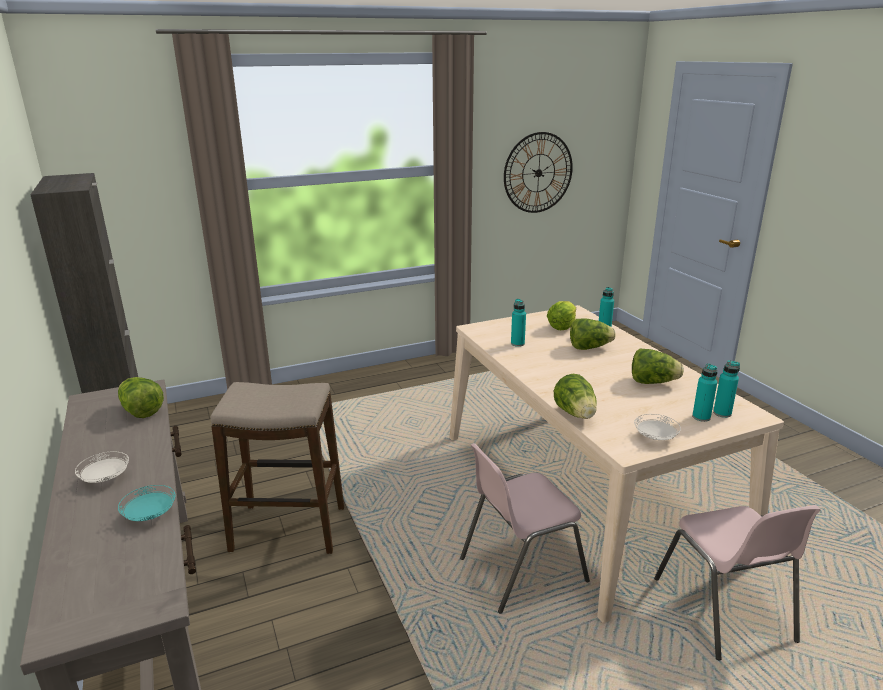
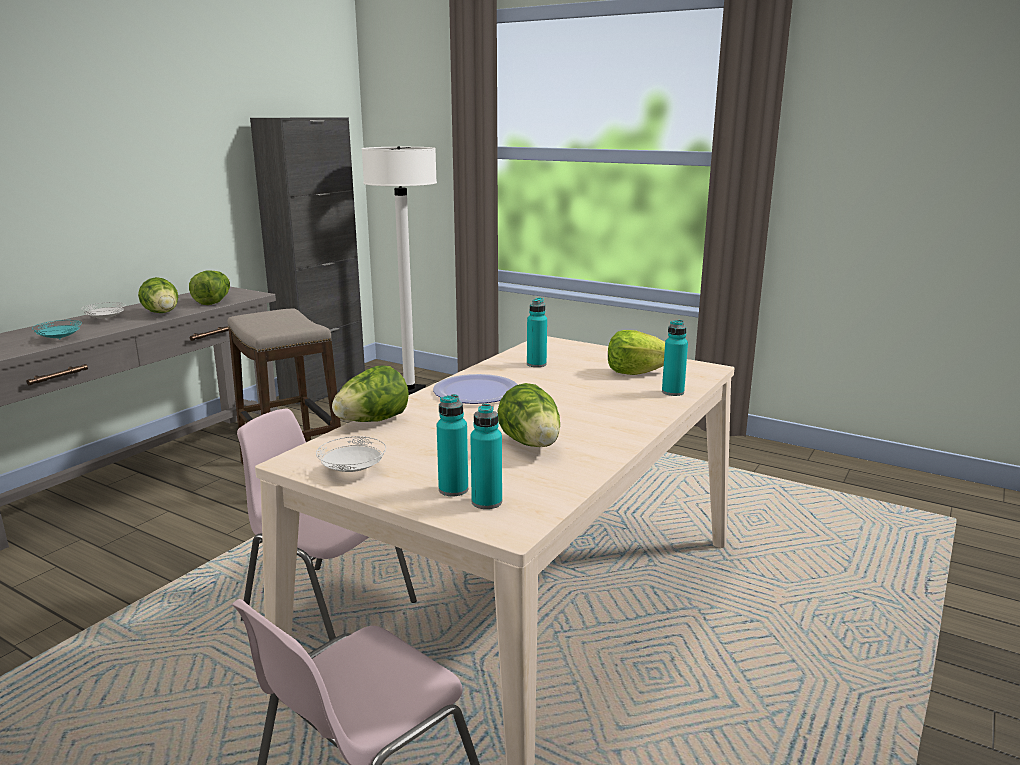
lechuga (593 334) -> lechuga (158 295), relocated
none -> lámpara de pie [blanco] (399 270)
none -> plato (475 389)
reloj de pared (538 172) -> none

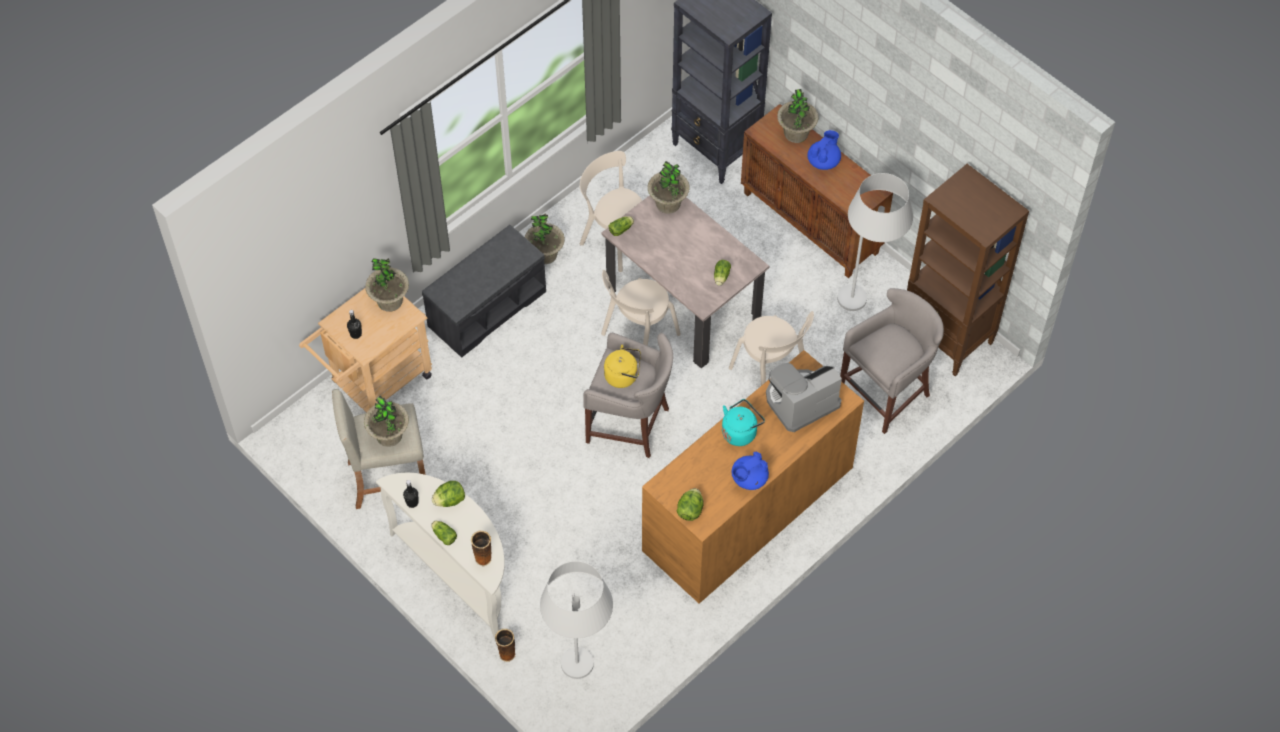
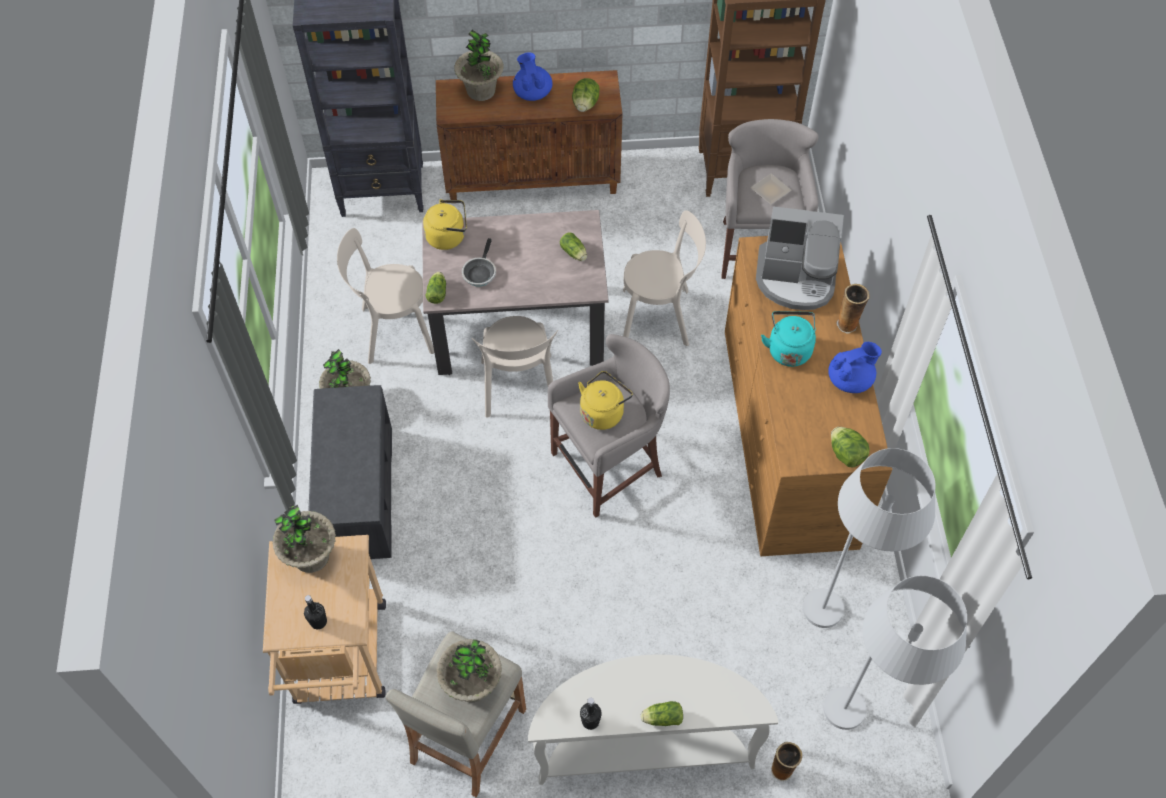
planta en maceta (669 187) -> hervidor [amarillo] (445 224)
none -> sartén (479 262)
lechuga (448 494) -> lechuga (586 95), relocated
none -> plato (771 189)
cafetera (804 397) -> cafetera (800 258), 90 degrees counterclockwise
lámpara de pie [blanco] (875 242) -> lámpara de pie [blanco] (869 538), relocated
tetera [azul] (750 471) -> tetera [azul] (855 367), 120 degrees counterclockwise
florero (481 548) -> florero (853 308), relocated

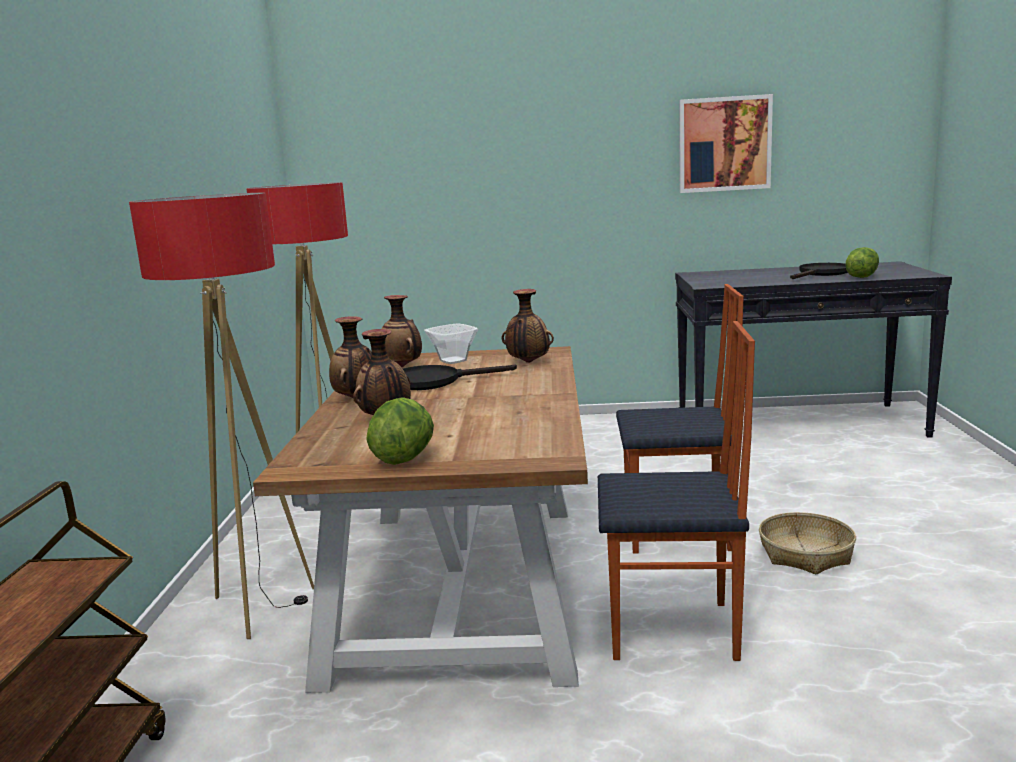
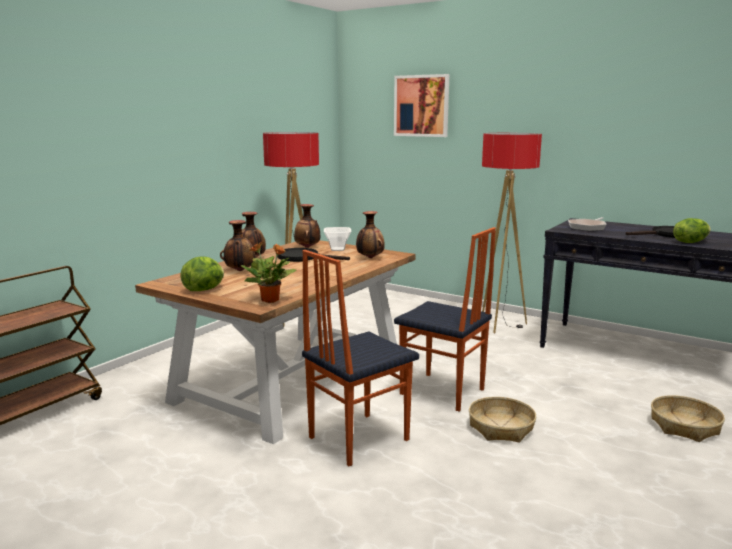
none -> planta en maceta (268 272)
silla (676 491) -> silla (360 358), 105 degrees clockwise
cuadro (726 143) -> cuadro (422 105), relocated
lámpara de pie (221 416) -> lámpara de pie (512 233), relocated
none -> sartén (587 224)
none -> cesta (688 418)

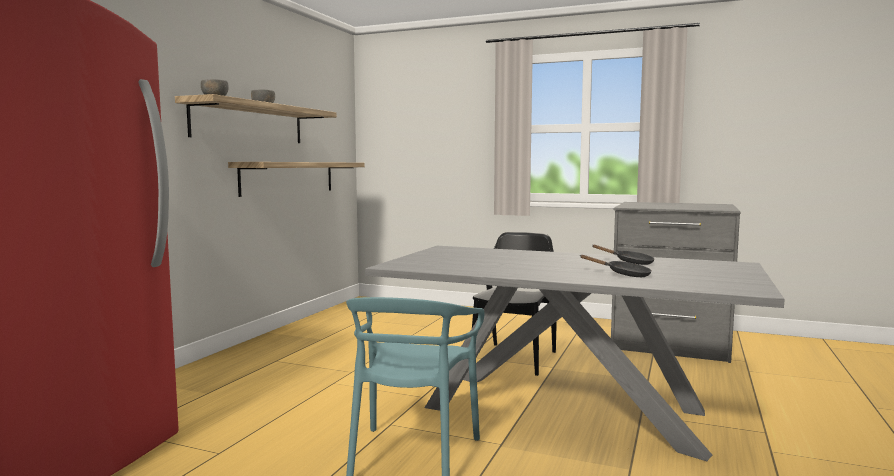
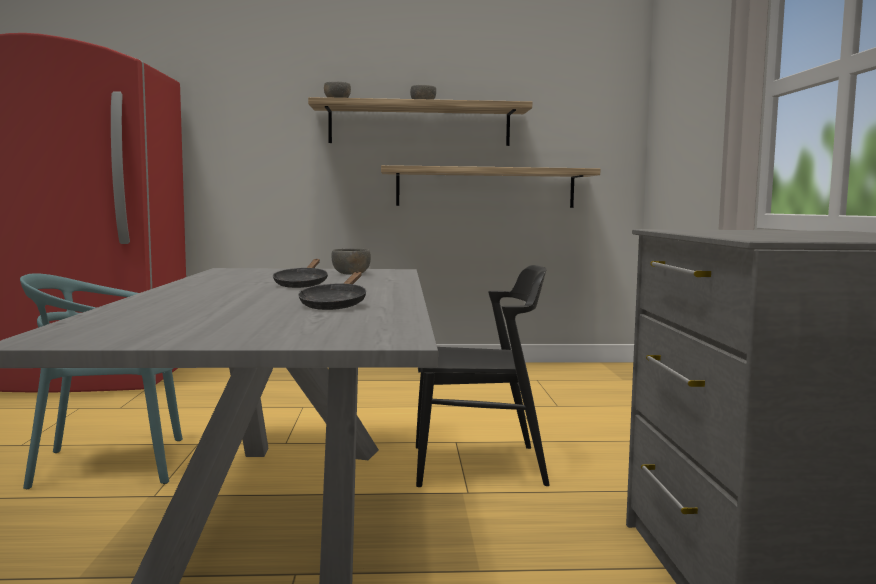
sartén [negro] (616 266) -> sartén [negro] (300 273), relocated
none -> cuenco [gris] (351 261)

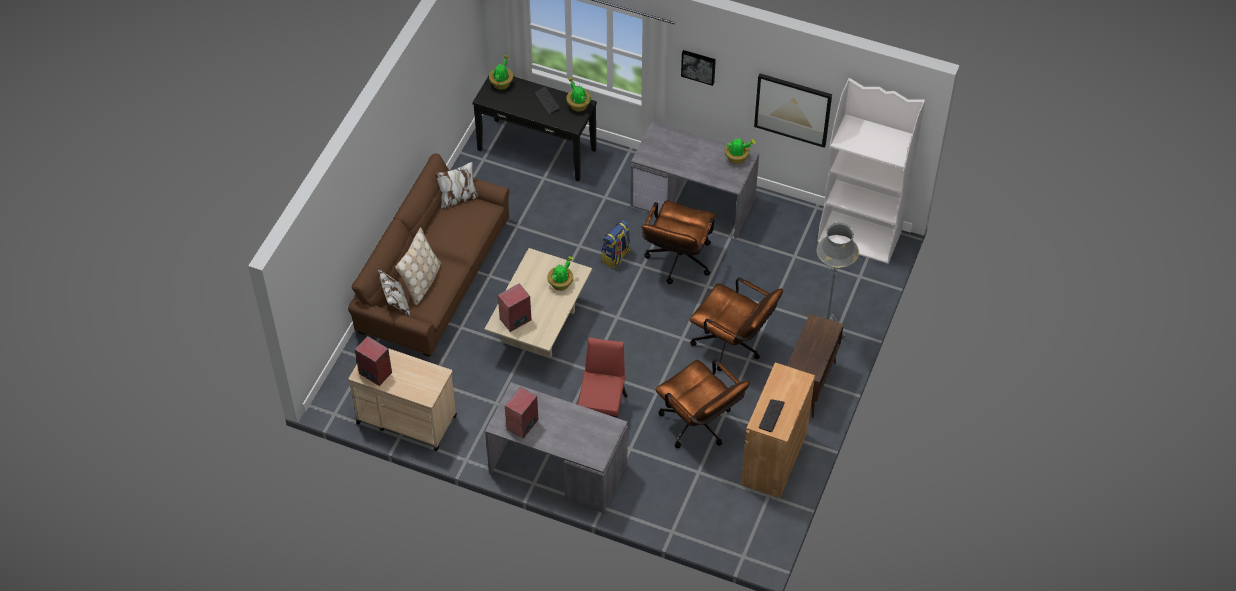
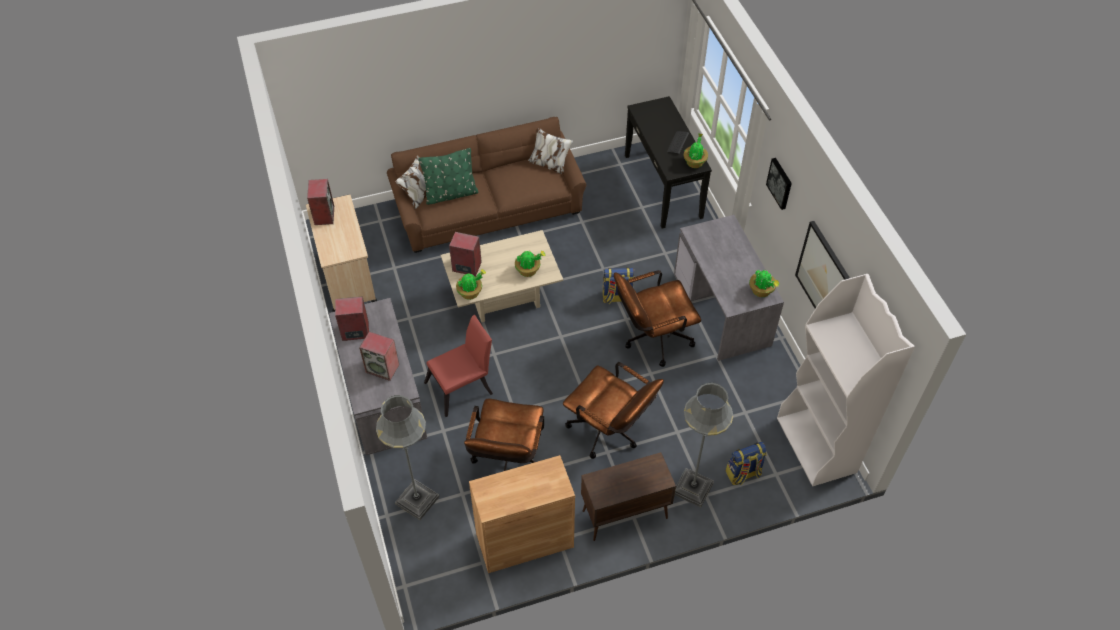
none -> altavoz (379 356)
none -> lámpara de pie [gris] (407 457)
cojín [beis] (418 266) -> cojín [verde] (448 176)
planta en maceta (501 72) -> planta en maceta (471 284), relocated
silla de oficina [marrón] (736 324) -> silla de oficina [marrón] (613 410), 45 degrees counterclockwise
none -> mochila (746 463)
teclado (772 415) -> none

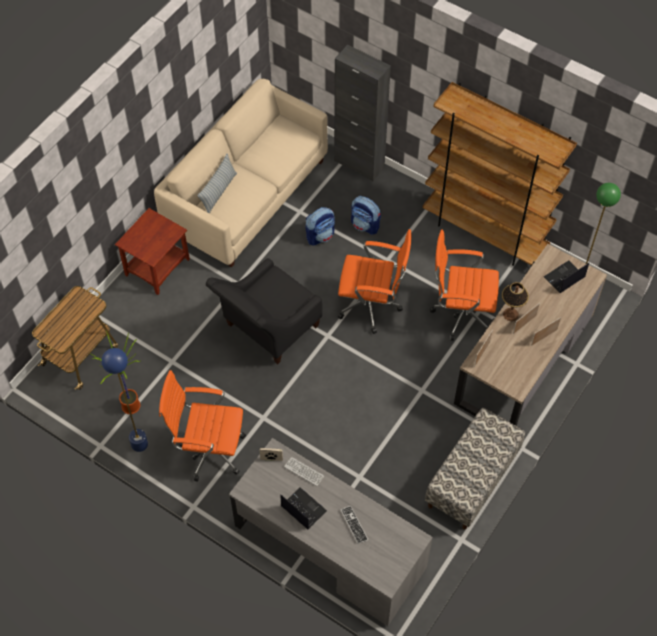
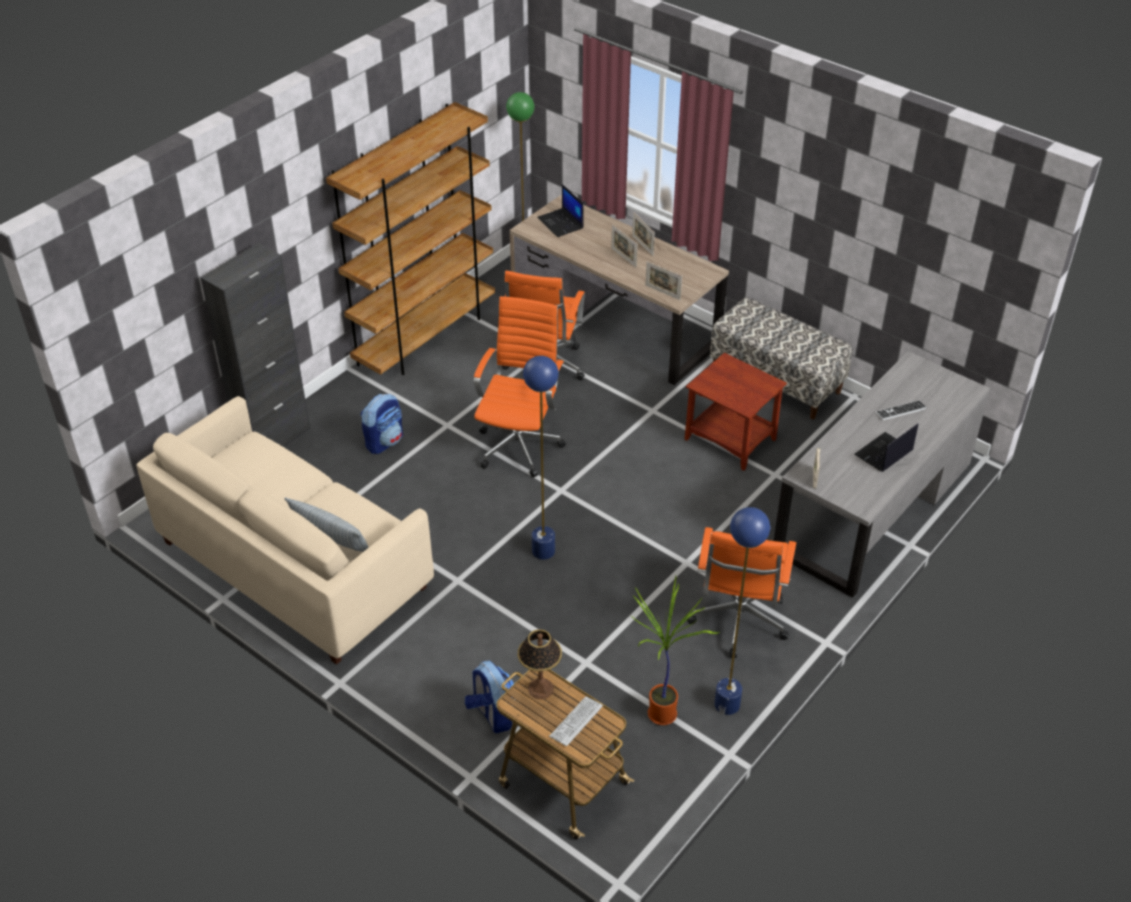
mochila (320 226) -> mochila (489 697), relocated
lámpara de mesa (515 301) -> lámpara de mesa (540 664), relocated
sillón [negro] (264 311) -> lámpara de pie [azul] (541 458)
teclado (304 471) -> teclado (576 721), relocated
mesa auxiliar [marrón] (152 251) -> mesa auxiliar [marrón] (736 412), relocated

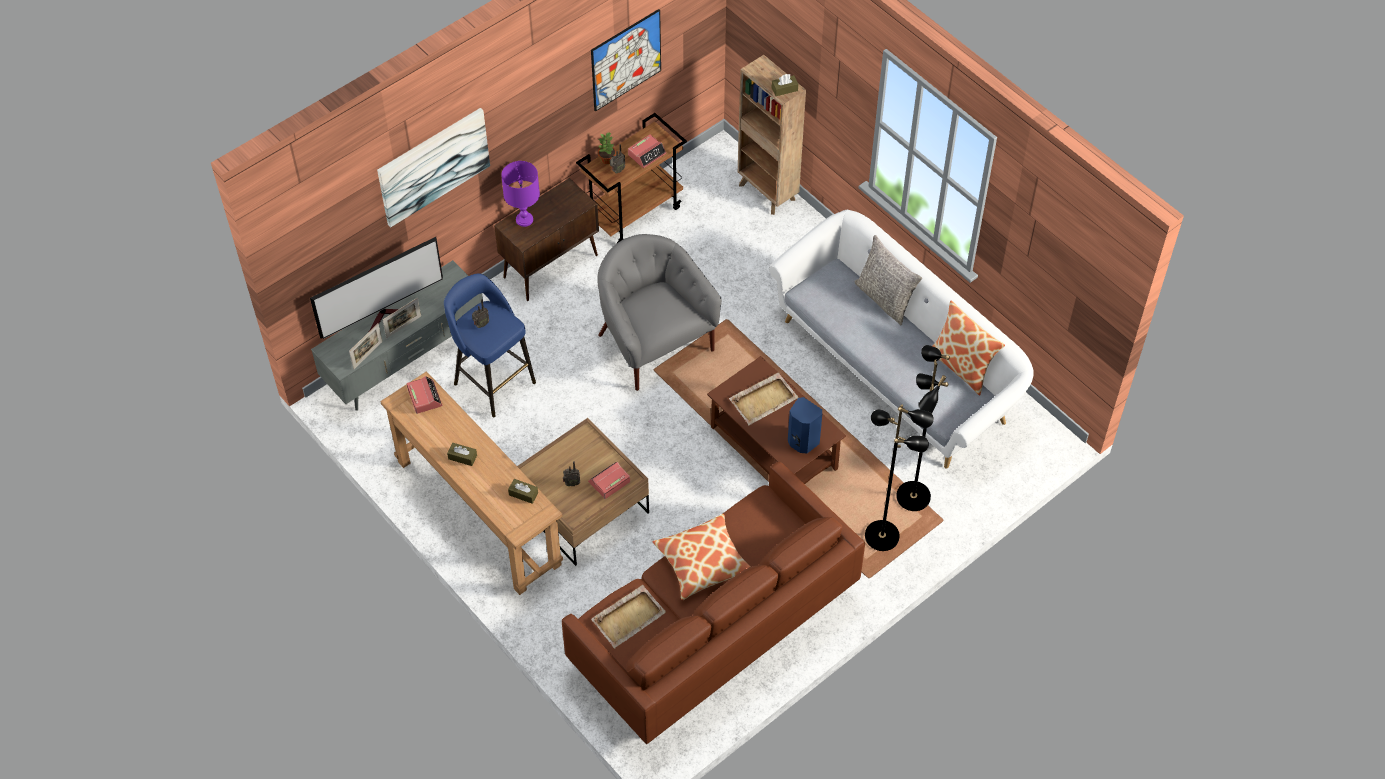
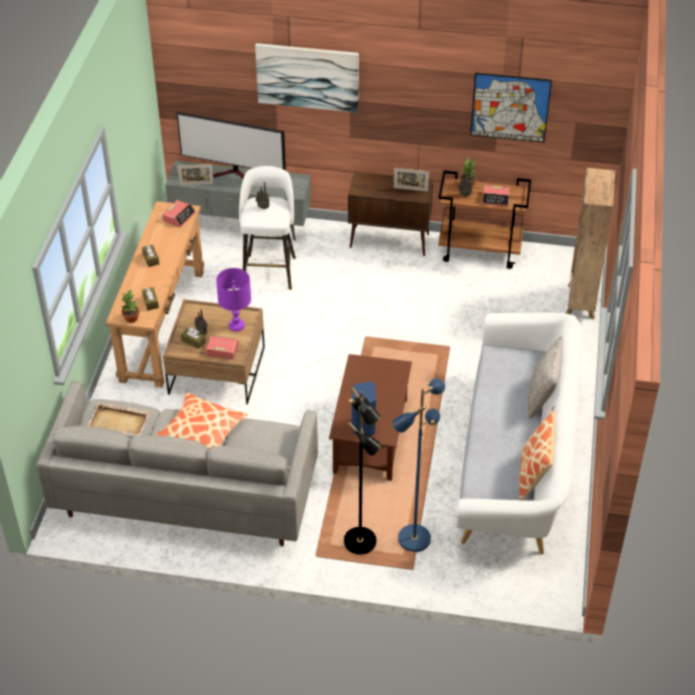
sofá [marrón] (713 603) -> sofá [gris] (177 463)
none -> planta en maceta (130 306)
caja de pañuelos [marrón] (785 85) -> caja de pañuelos [marrón] (193 338), relocated
lámpara de mesa [morado] (520 194) -> lámpara de mesa [morado] (233 300), relocated
taburete [azul] (490 345) -> taburete [blanco] (267 228)
lámpara de pie [negro] (923 428) -> lámpara de pie [azul] (419 465)
portarretratos (402 318) -> portarretratos (411 180), relocated
sillón [gris] (659 312) -> none
bandeja [beis] (764 398) -> none

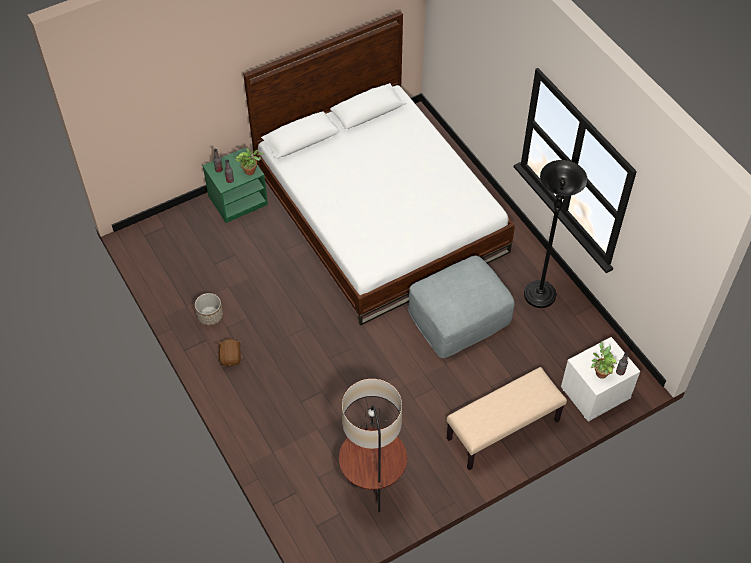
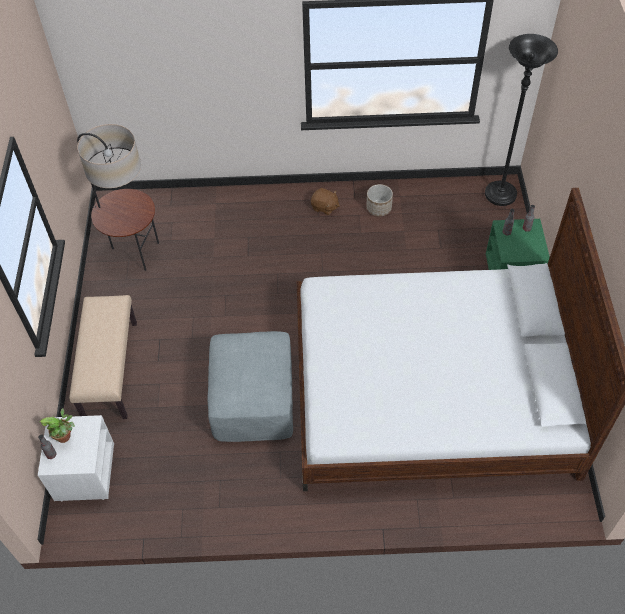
lámpara de pie [negro] (555 234) -> lámpara de pie [negro] (521 120), relocated
planta en maceta (250 162) -> none

